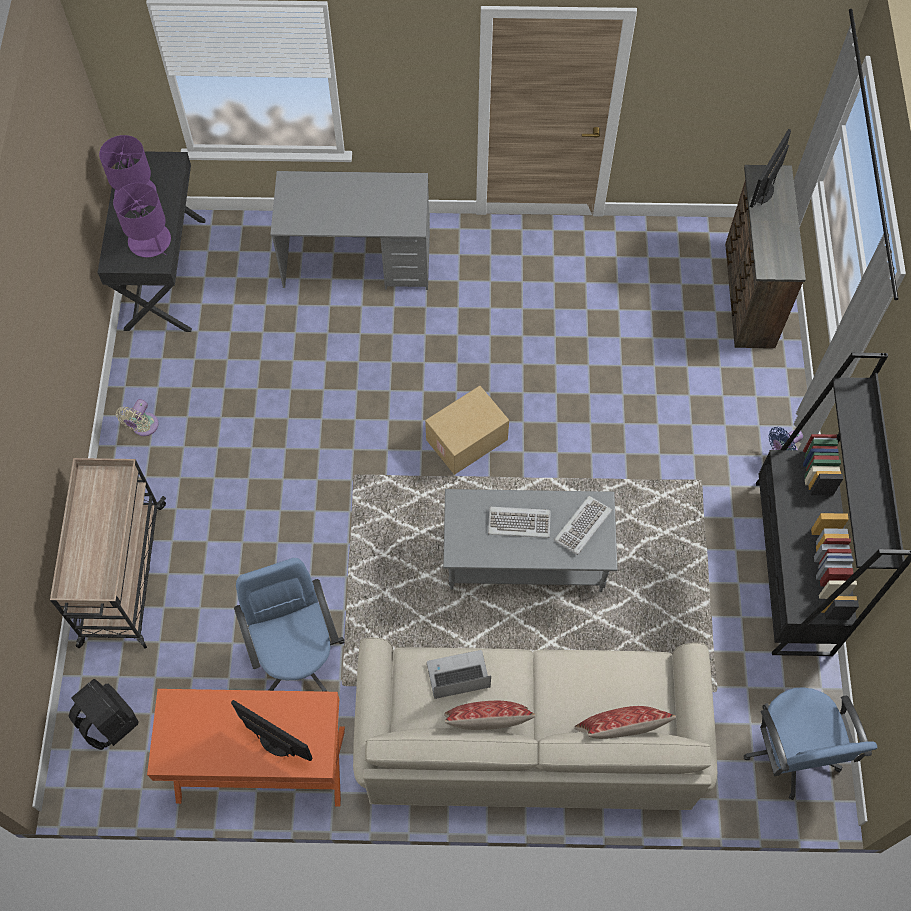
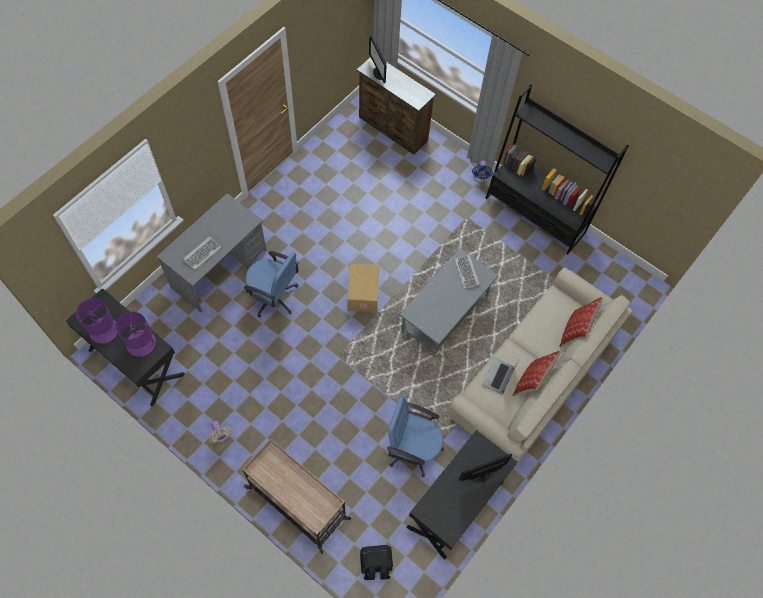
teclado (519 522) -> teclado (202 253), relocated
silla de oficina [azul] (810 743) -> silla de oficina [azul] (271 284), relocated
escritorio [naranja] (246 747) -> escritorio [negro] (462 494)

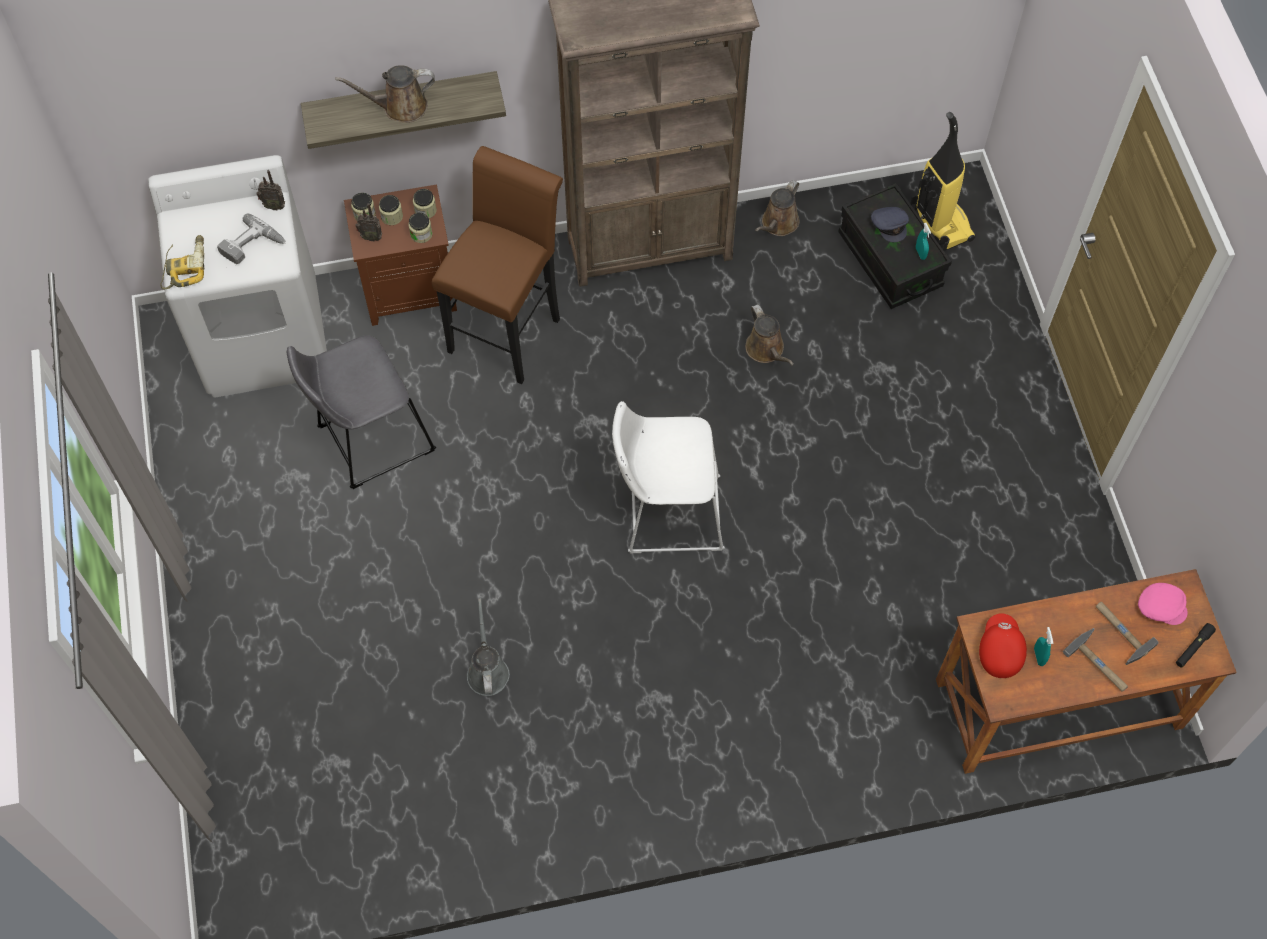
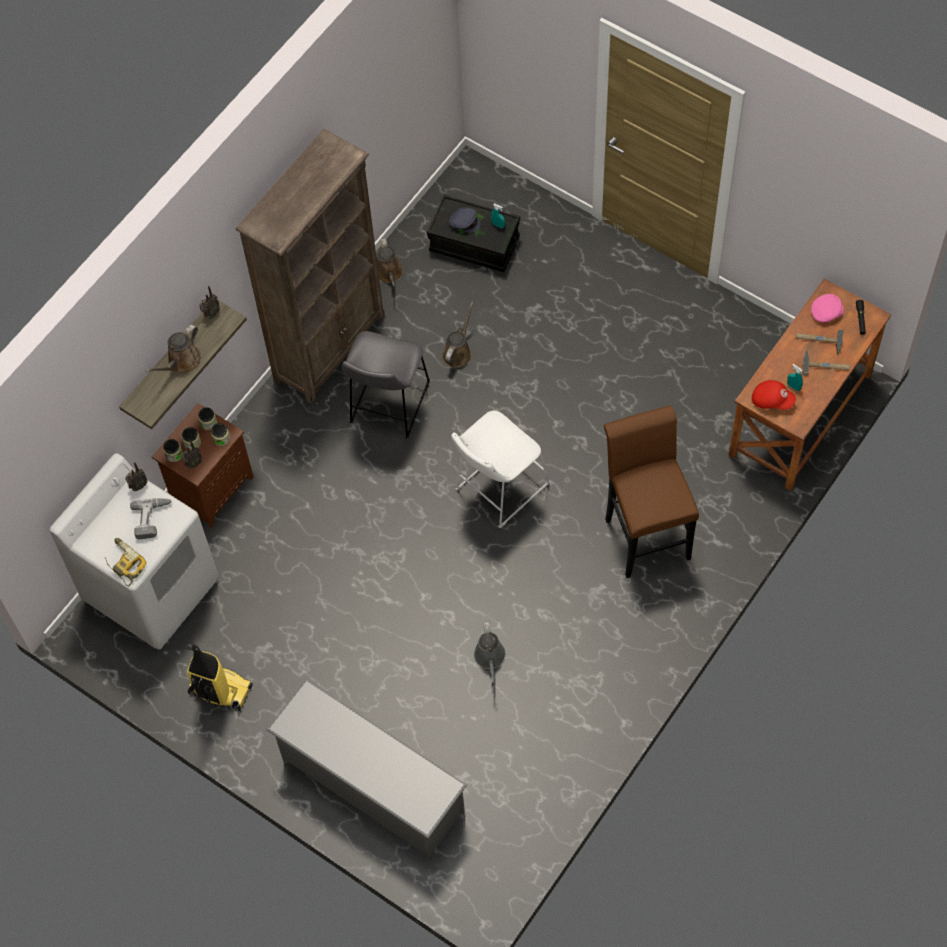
aspiradora (942 181) -> aspiradora (218 677), relocated
none -> radio (209 302)
none -> zapatero [gris] (367 769)
taburete [gris] (361 412) -> taburete [gris] (386 384), relocated
regadera [marrón] (769 334) -> regadera [marrón] (458 335), 90 degrees counterclockwise
regadera [gris] (488 647) -> regadera [gris] (490 651), 135 degrees counterclockwise
taburete [marrón] (497 265) -> taburete [marrón] (651 491), relocated
gorra [rojo] (1003 645) -> gorra [rojo] (774 395), 150 degrees clockwise

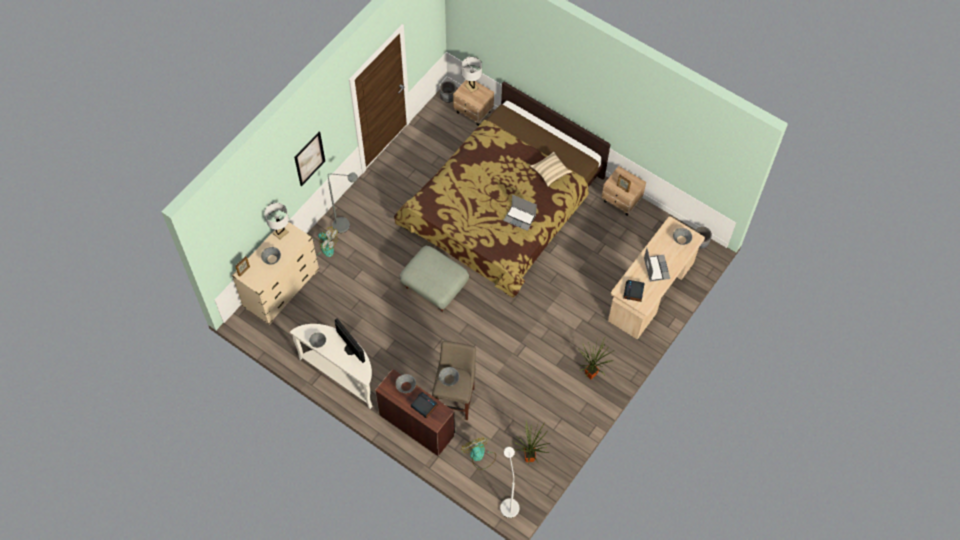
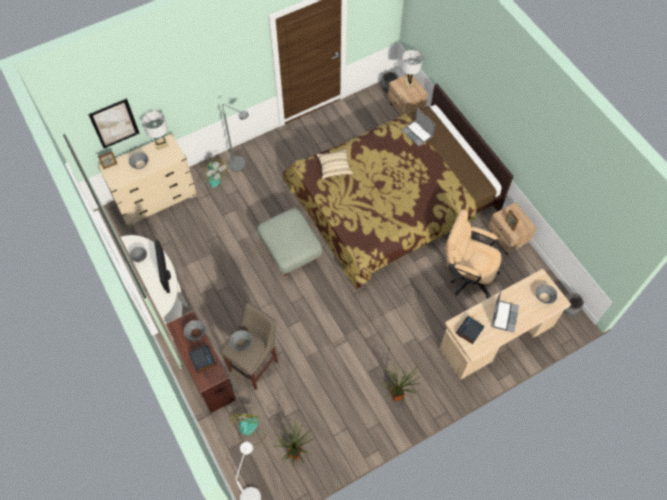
cuadro (309 158) -> cuadro (114 123), relocated
cojín [beis] (551 169) -> cojín [beis] (334 164), relocated
portátil (520 213) -> portátil (418 127), relocated
none -> silla de oficina [beis] (473 254)

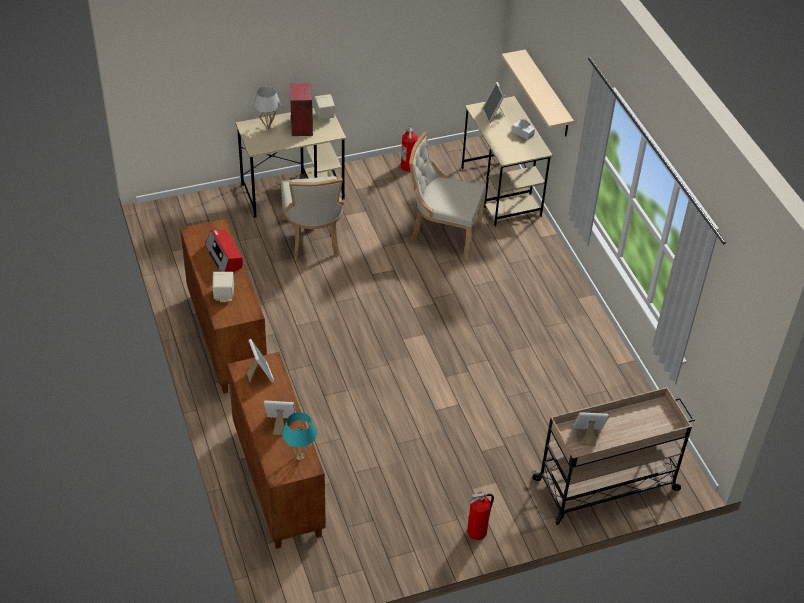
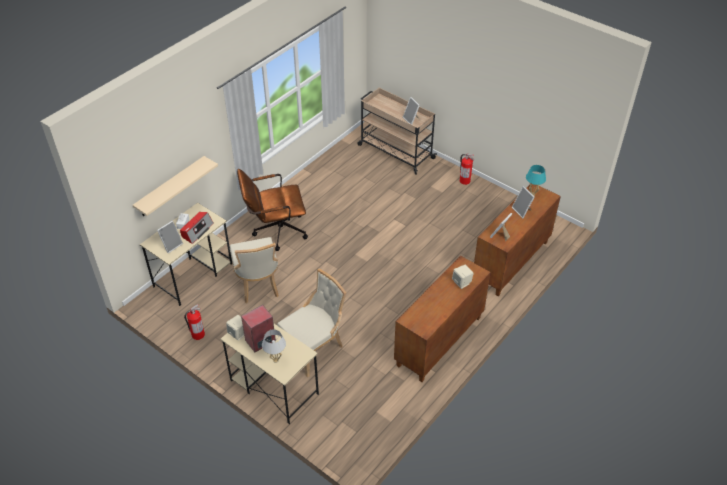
radio (224 250) -> radio (197 228), relocated
none -> silla de oficina [marrón] (272 210)

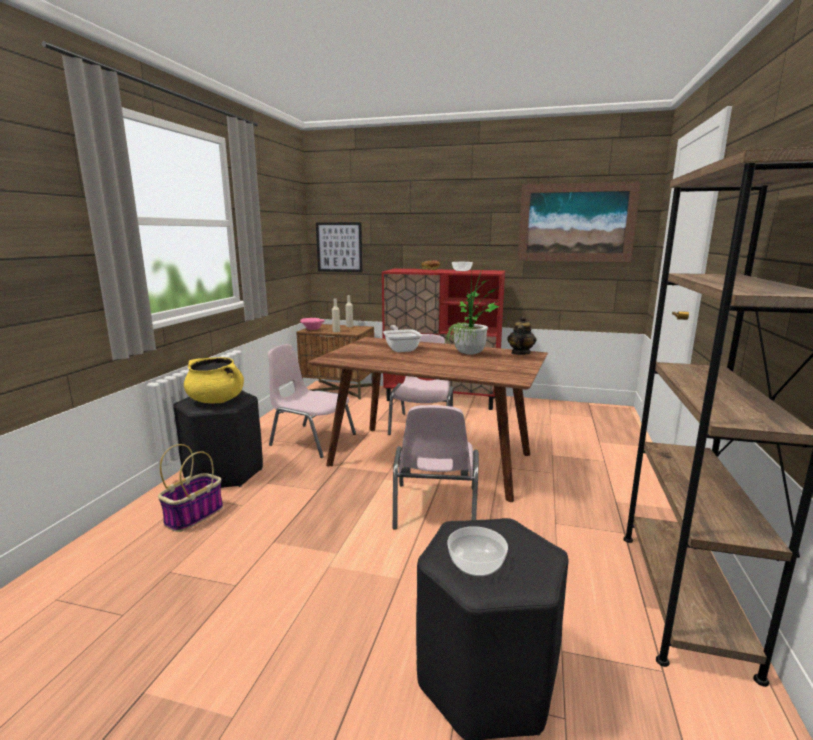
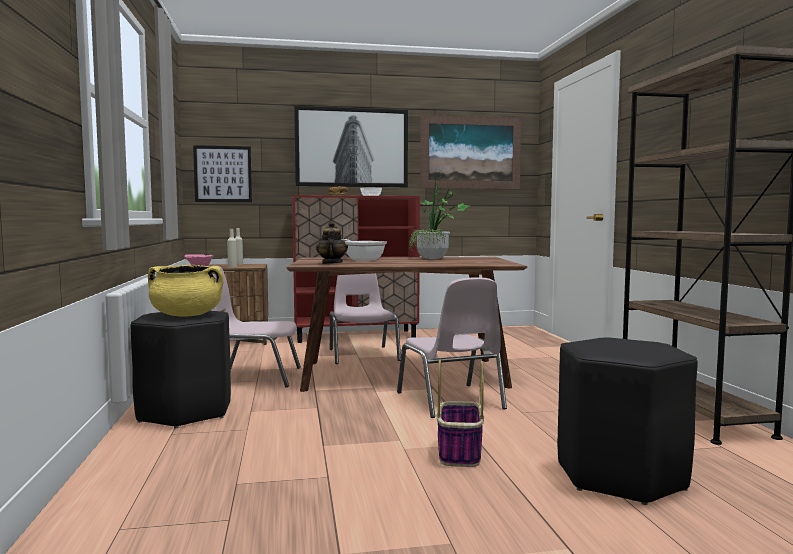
none -> cuadro (351 146)
tetera (522 335) -> tetera (332 242), relocated
cesta (190 488) -> cesta (460 413), relocated
cuenco (477 551) -> none

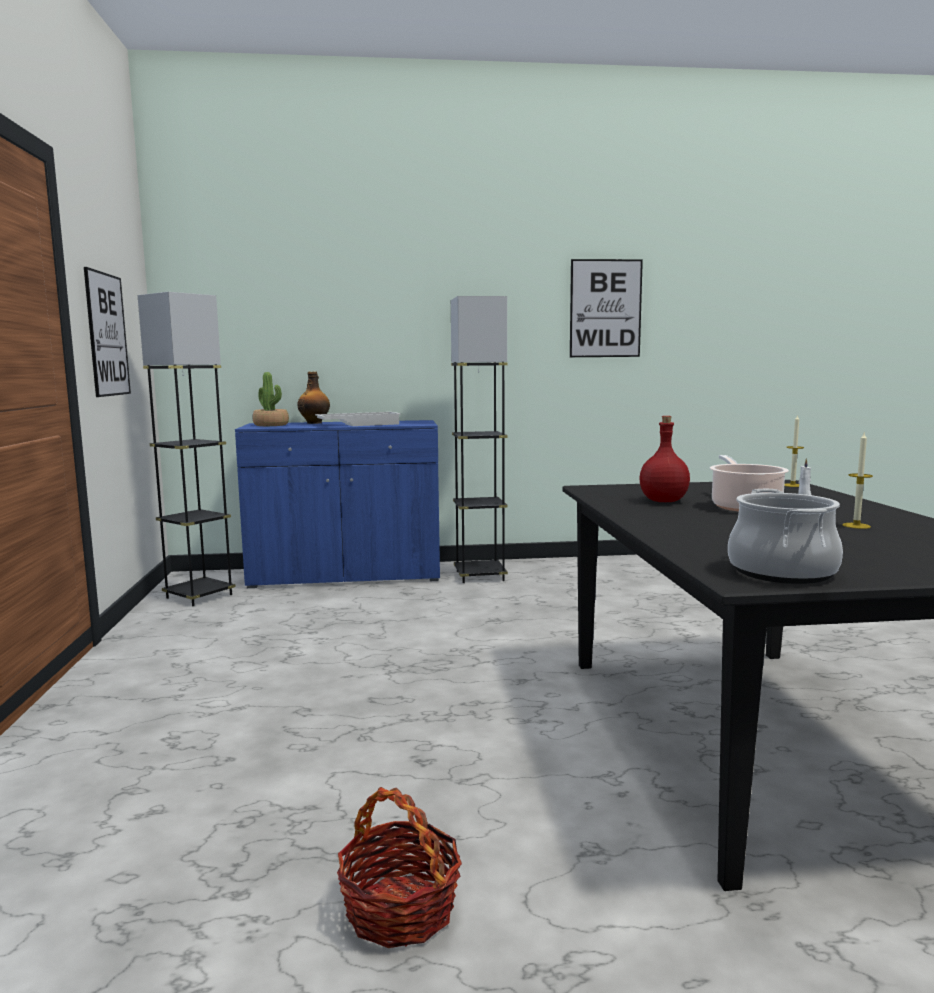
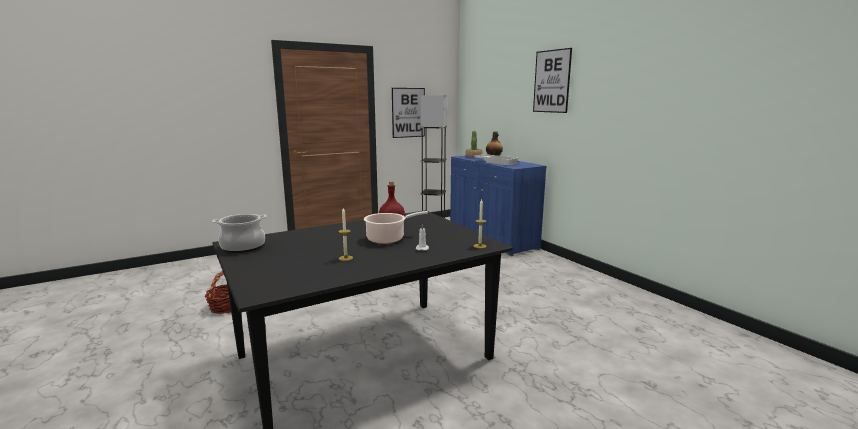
cuadro (606 308) -> cuadro (552 80), relocated
lámpara de pie [gris] (479 439) -> none

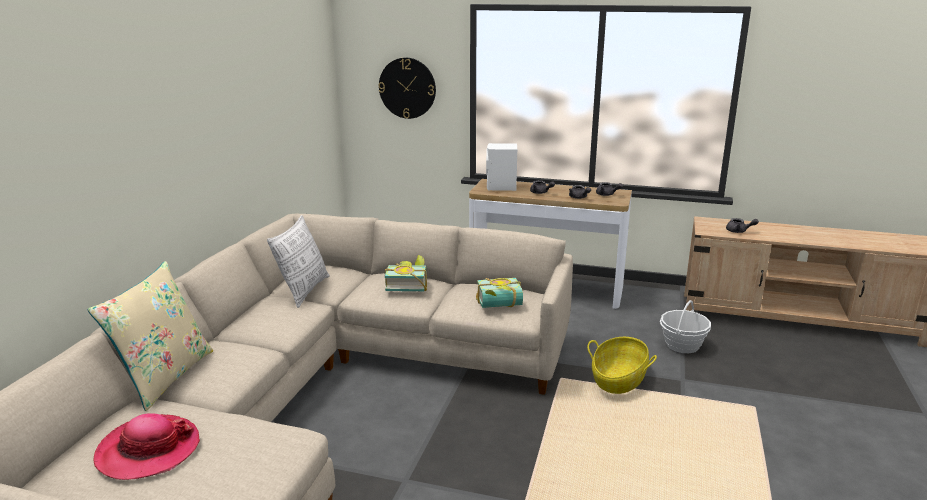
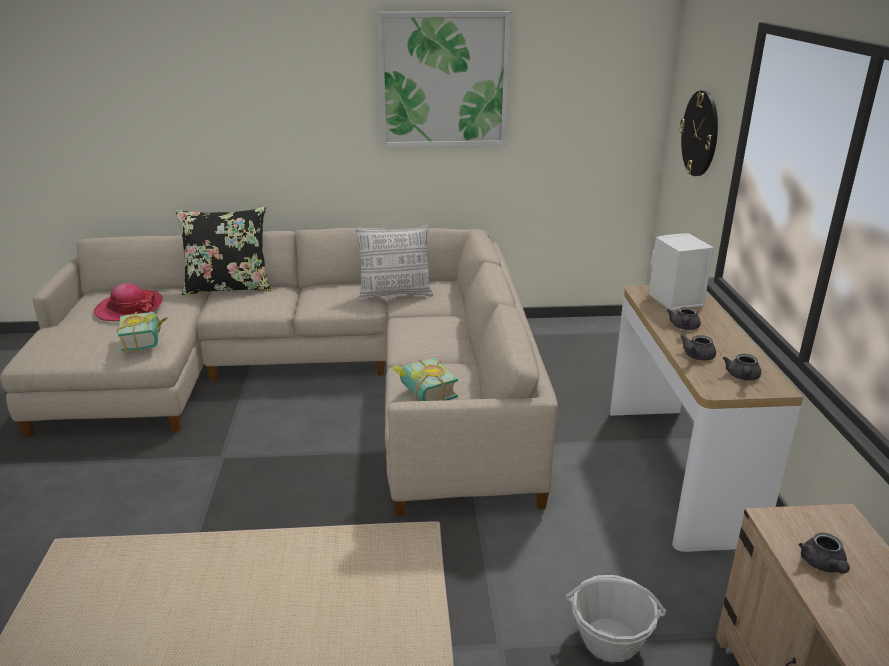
libro (406 273) -> libro (142 332), relocated
cojín [beis] (150 336) -> cojín [negro] (223 251)
none -> cuadro (444 79)
cesta (622 365) -> none

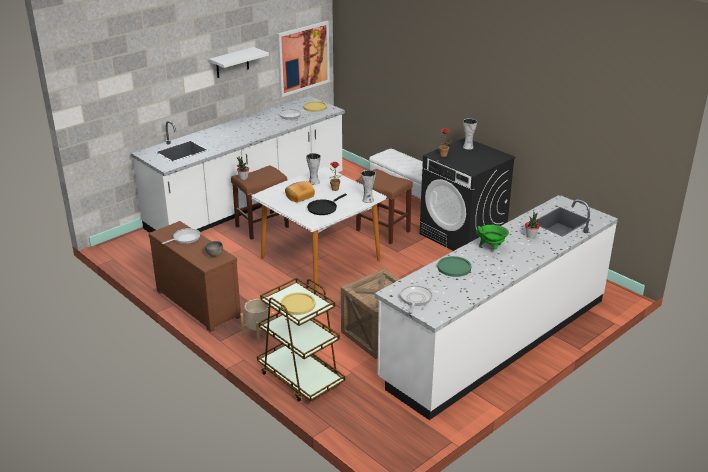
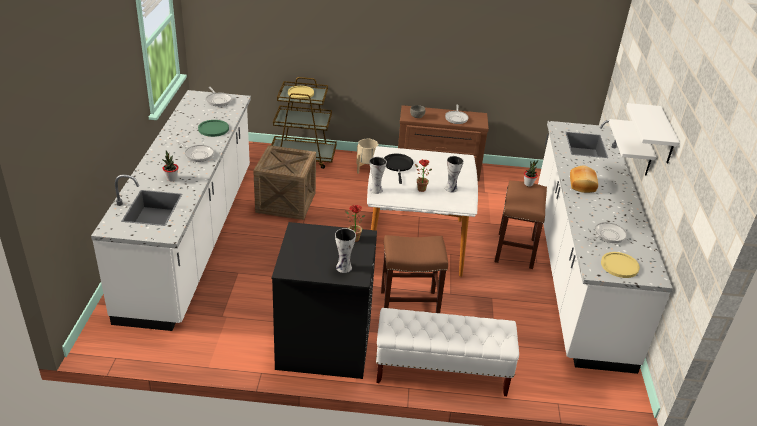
olla [verde] (492 237) -> sartén (195 152)
pan (300 192) -> pan (584 179), relocated
none -> estante [blanco] (632 147)
cuadro (303 59) -> none

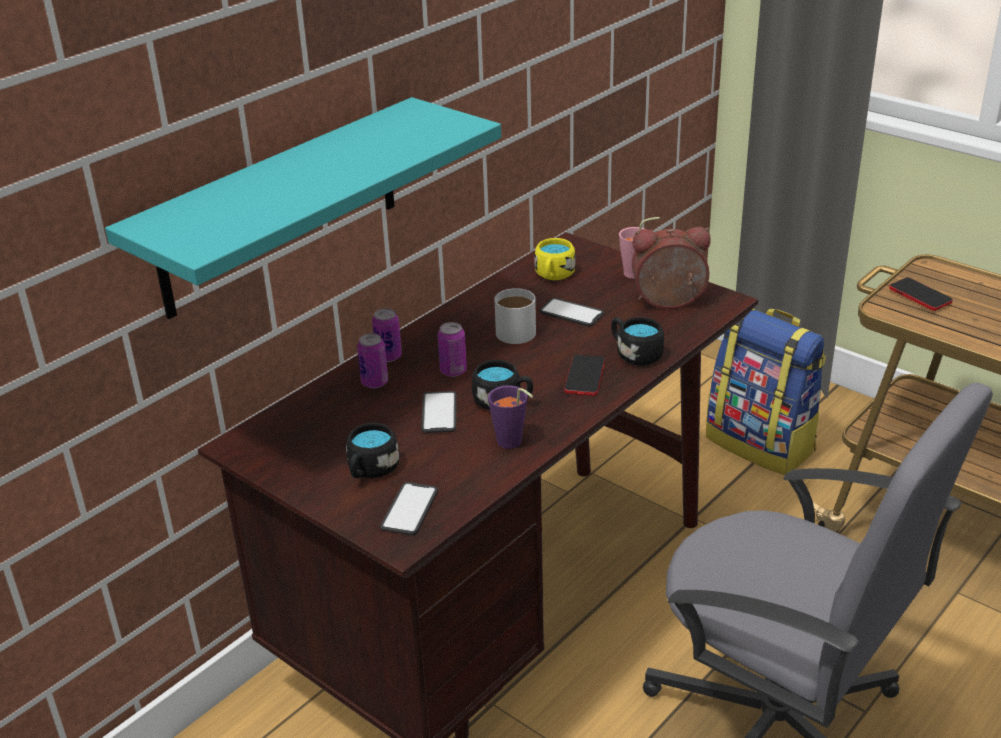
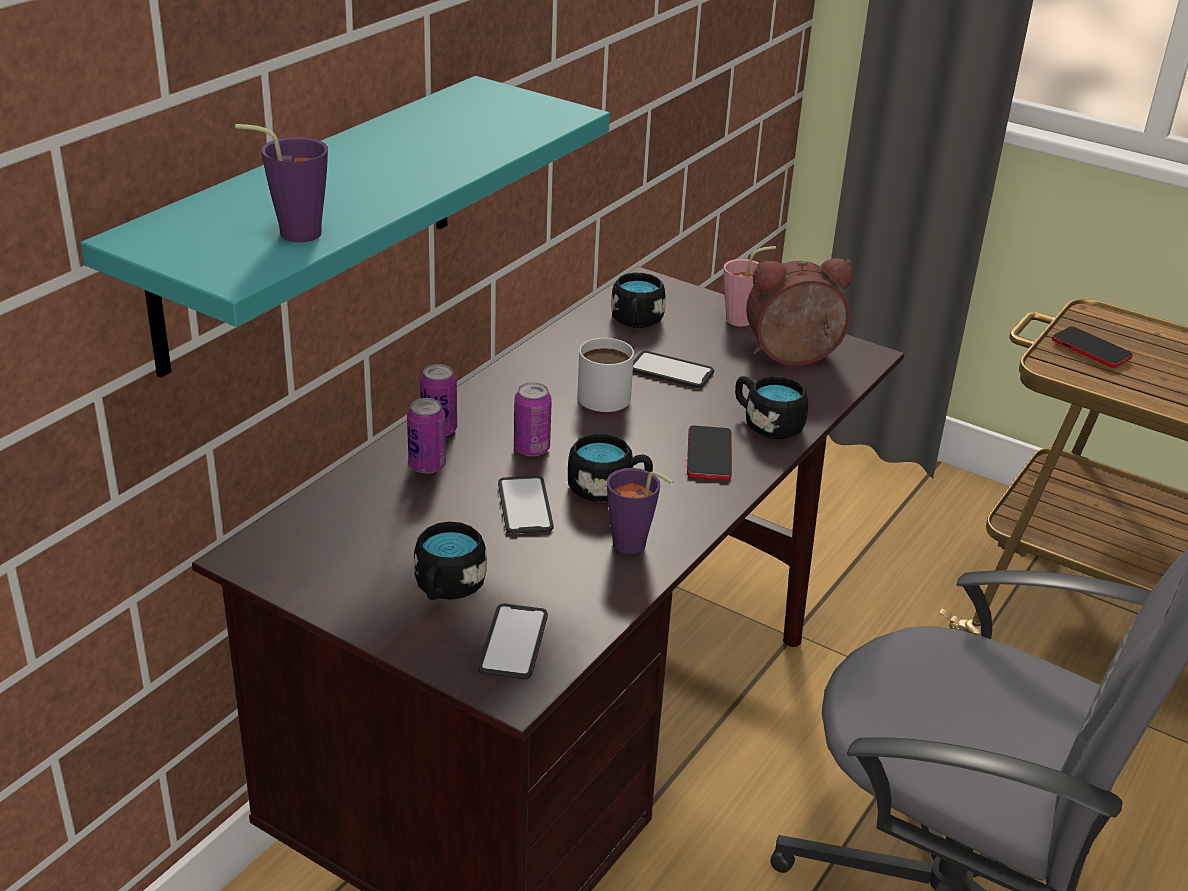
none -> taza [morado] (281 183)
taza grande [amarillo] (555 259) -> taza grande [negro] (638 300)
mochila (766 392) -> none

